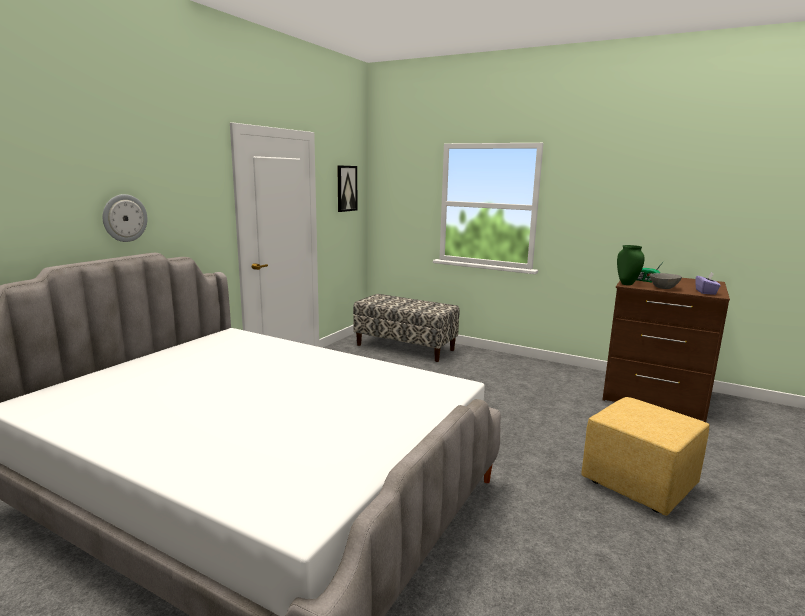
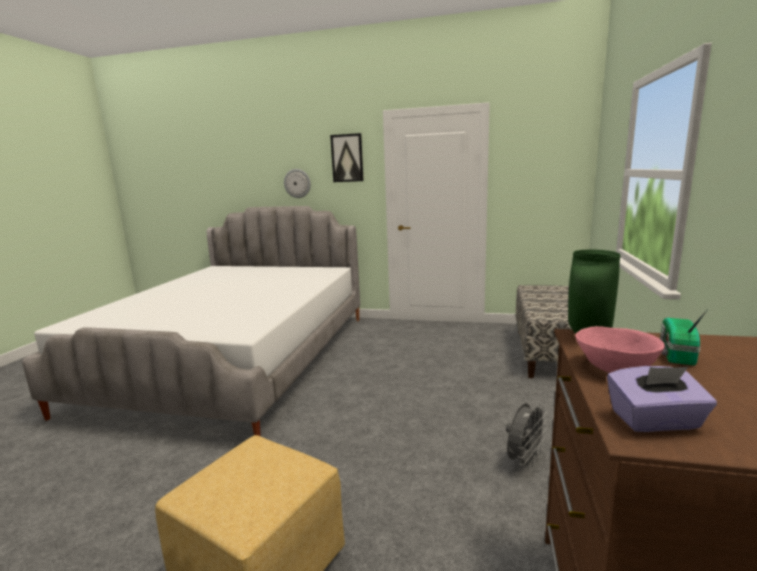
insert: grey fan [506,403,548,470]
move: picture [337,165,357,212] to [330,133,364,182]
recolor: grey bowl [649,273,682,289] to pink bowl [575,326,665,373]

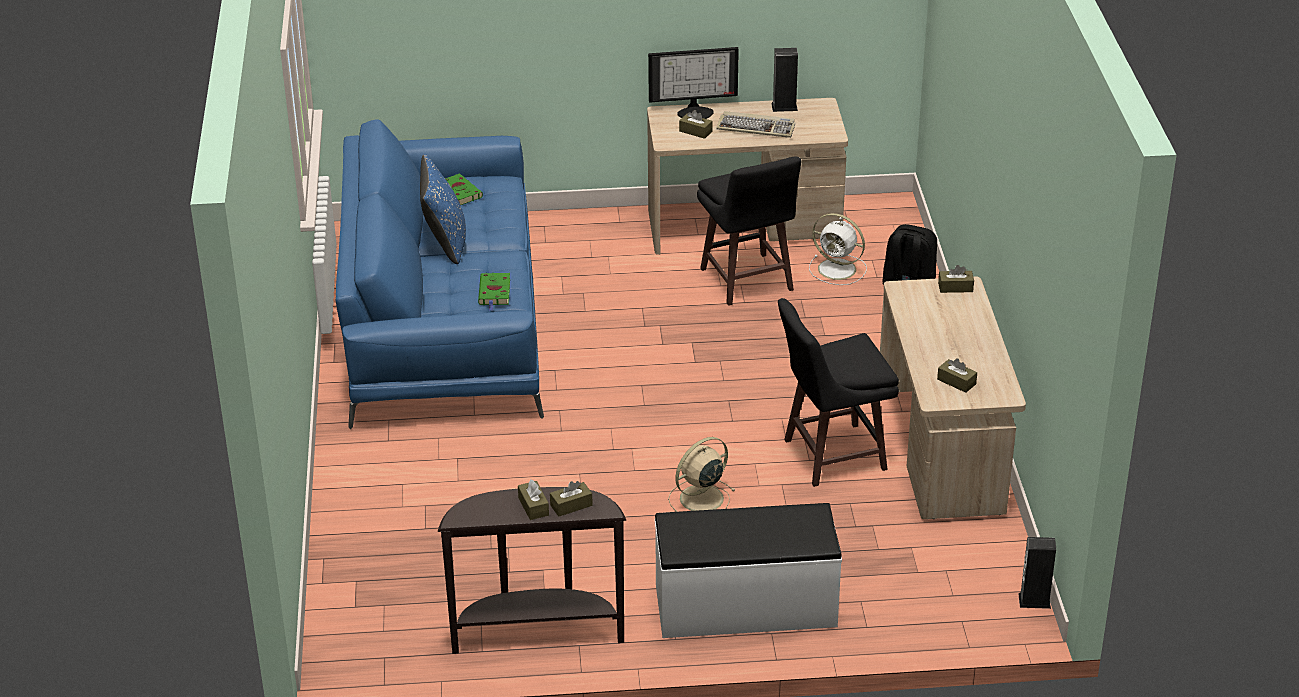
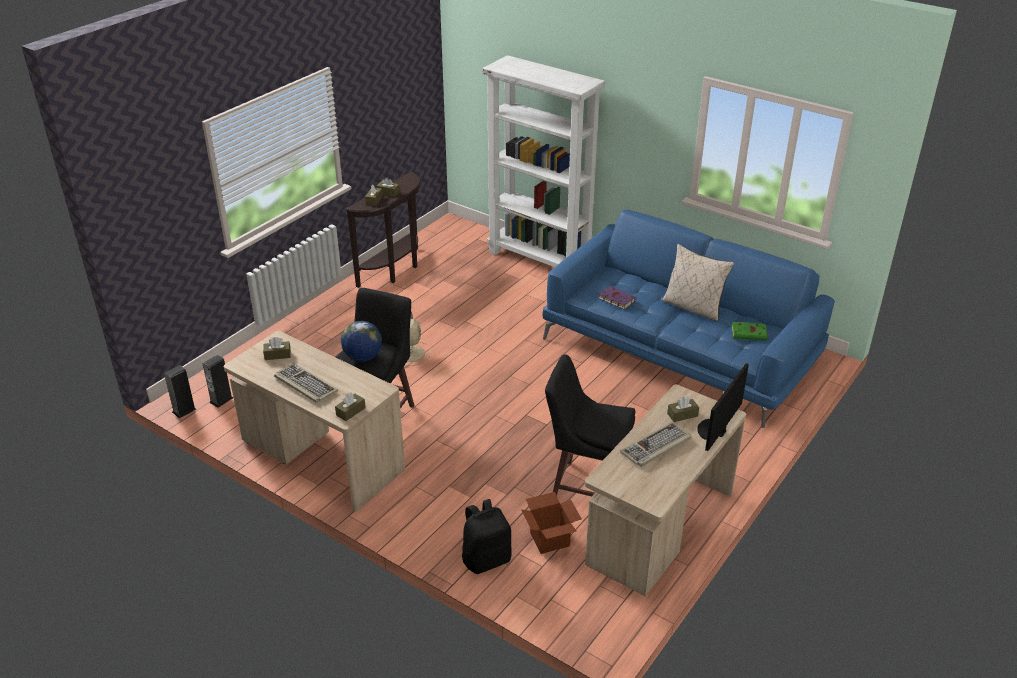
delete: white bench [655,503,842,638]
insert: keyboard [274,363,338,403]; globe [341,321,382,362]; white bookcase [482,55,605,267]
move: speaker [771,48,798,112] to [203,355,233,408]
replace: white fan [809,213,867,285] to cardboard box [521,492,582,554]
recolor: blue pillow [420,154,466,264] to beige pillow [663,244,734,321]; green book [478,273,510,311] to purple book [598,286,636,310]

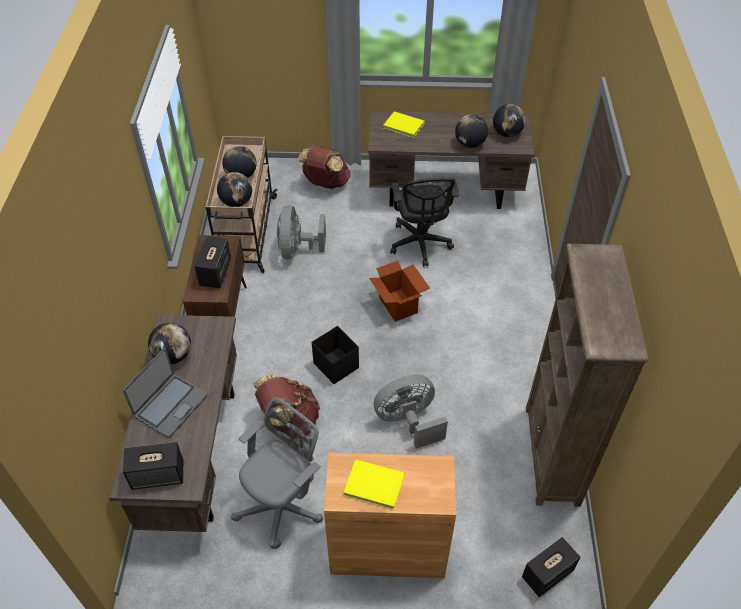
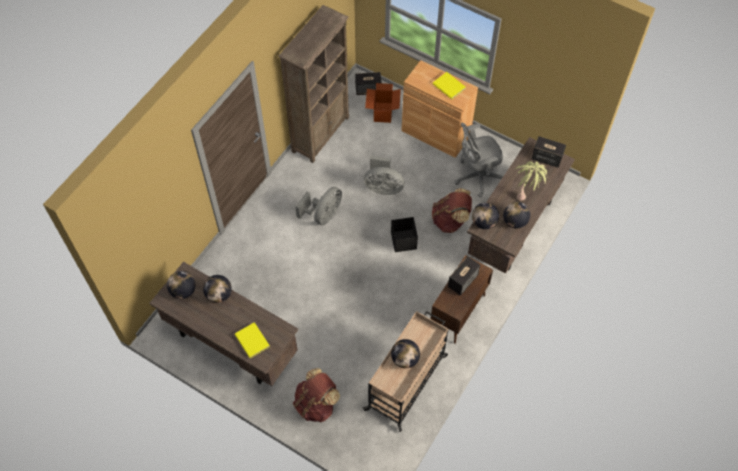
delete: black office chair [390,178,459,267]
move: globe [217,172,252,207] to [472,202,499,229]; grey fan [277,205,326,259] to [295,187,342,225]; cardboard box [369,261,430,322] to [365,83,401,123]
replace: laptop [123,348,208,438] to potted plant [515,161,548,201]

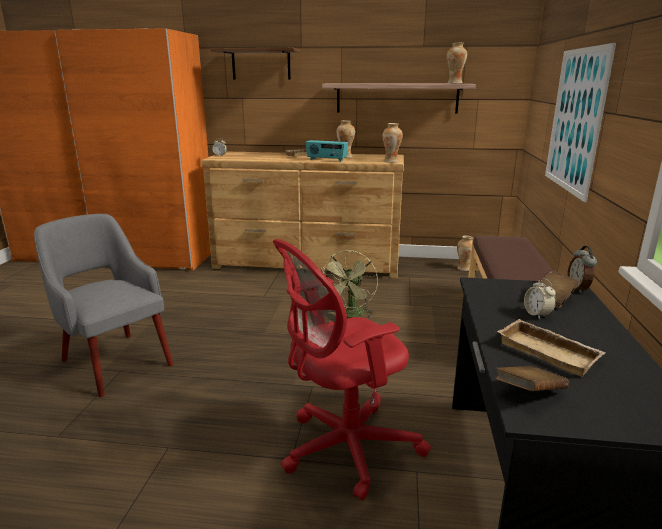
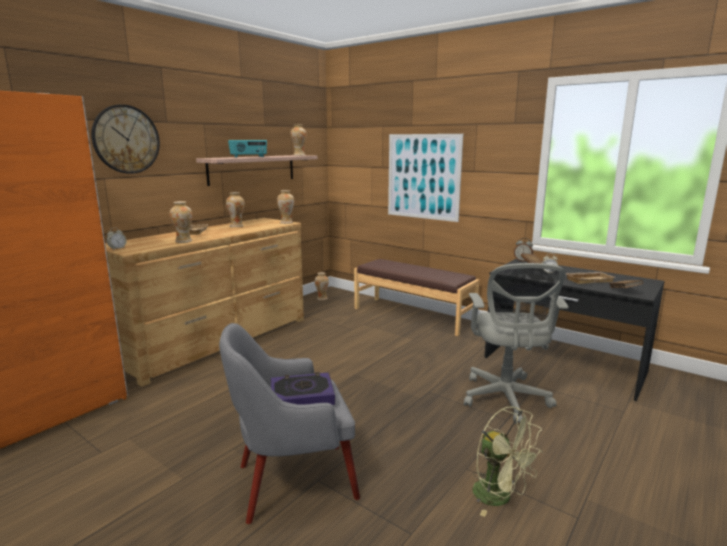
insert: vase [170,201,192,243]; book [271,372,335,405]
move: radio [306,140,348,162] to [228,140,267,158]; green fan [321,250,378,318] to [472,406,543,517]
replace: brown shelf [211,48,300,79] to wall clock [91,104,160,174]
recolor: red office chair [273,239,431,501] to grey office chair [464,263,568,424]

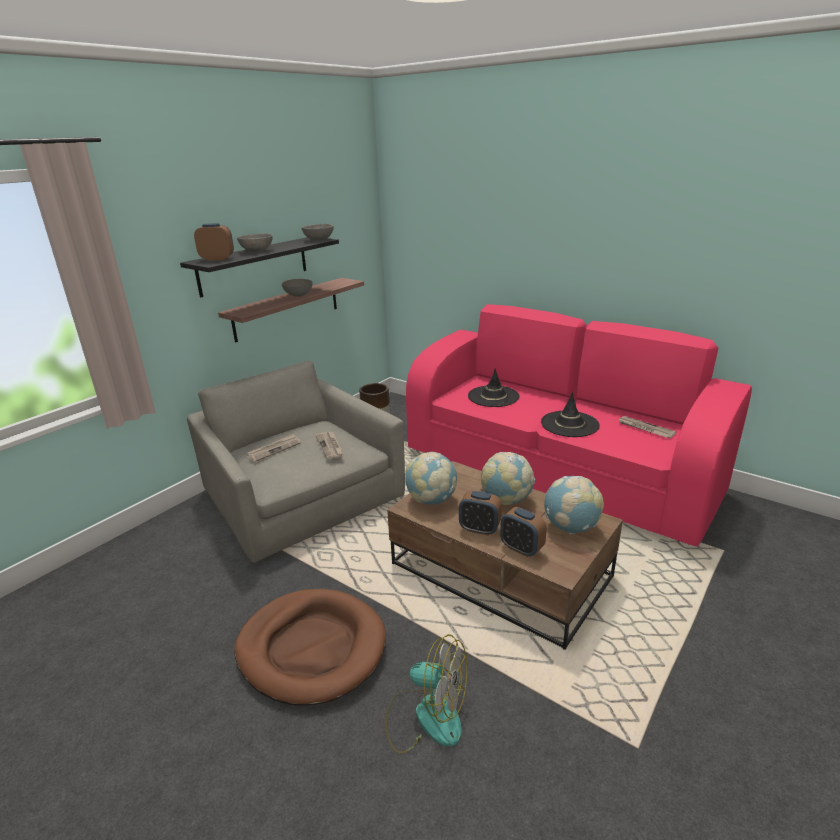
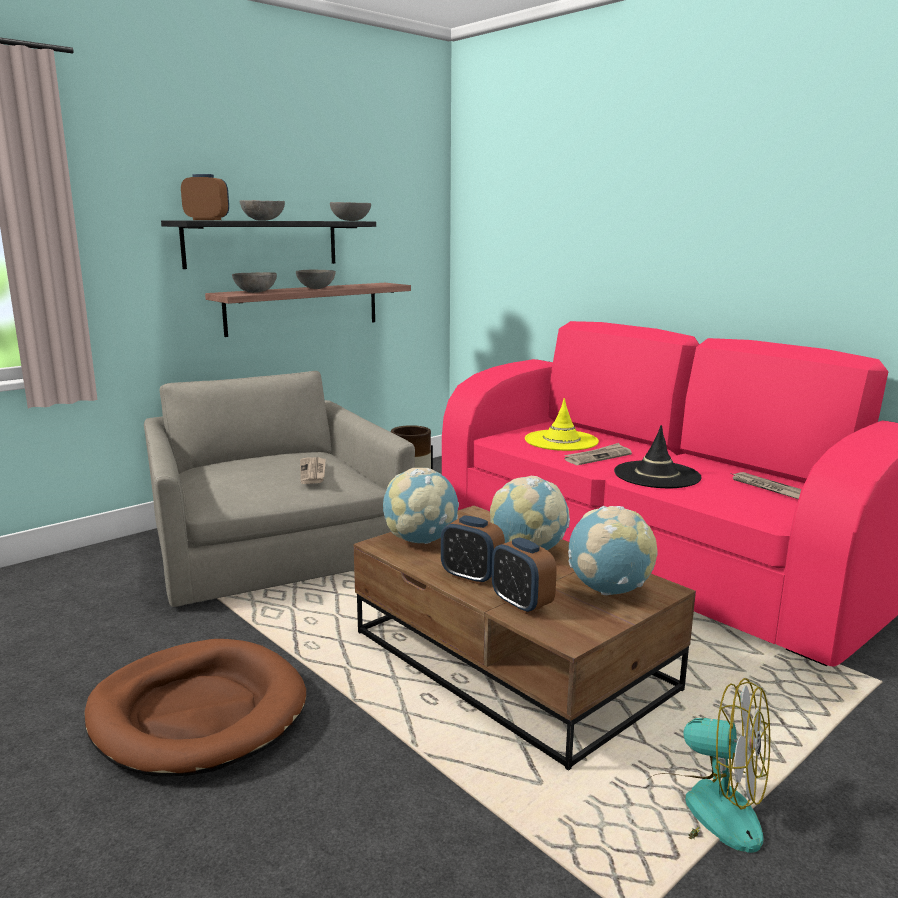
insert: grey bowl [232,272,277,293]
move: newspaper [247,433,301,462] to [564,443,632,465]; fan [385,634,467,754] to [653,678,770,853]
recolor: black hat [468,368,520,407] to yellow hat [525,398,599,451]

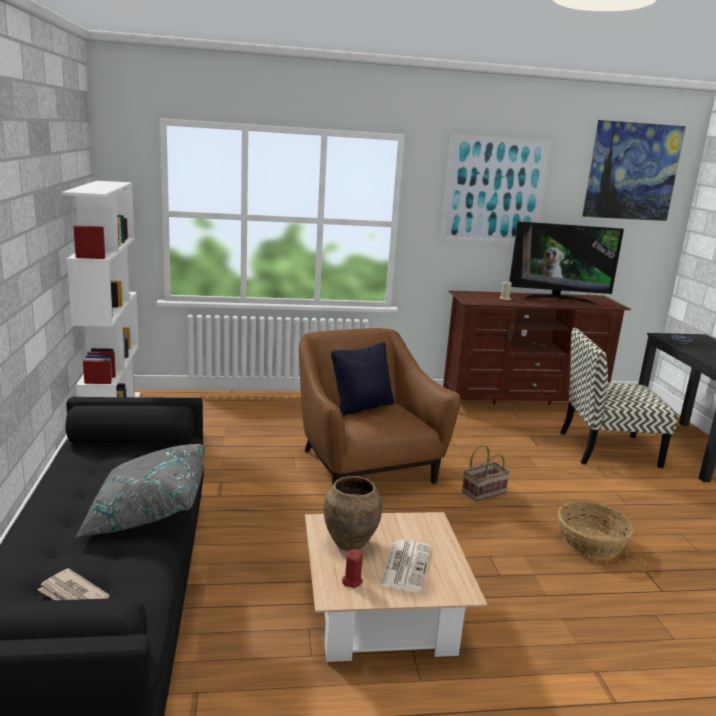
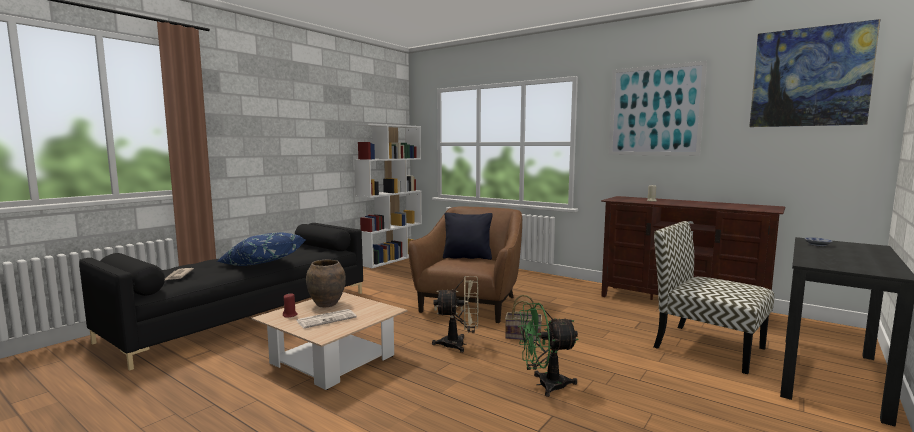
delete: television [509,221,624,304]
insert: beige fan [432,276,479,353]
replace: basket [558,501,634,558] to green fan [518,303,579,397]
recolor: grey pillow [75,444,206,537] to blue pillow [217,232,306,266]

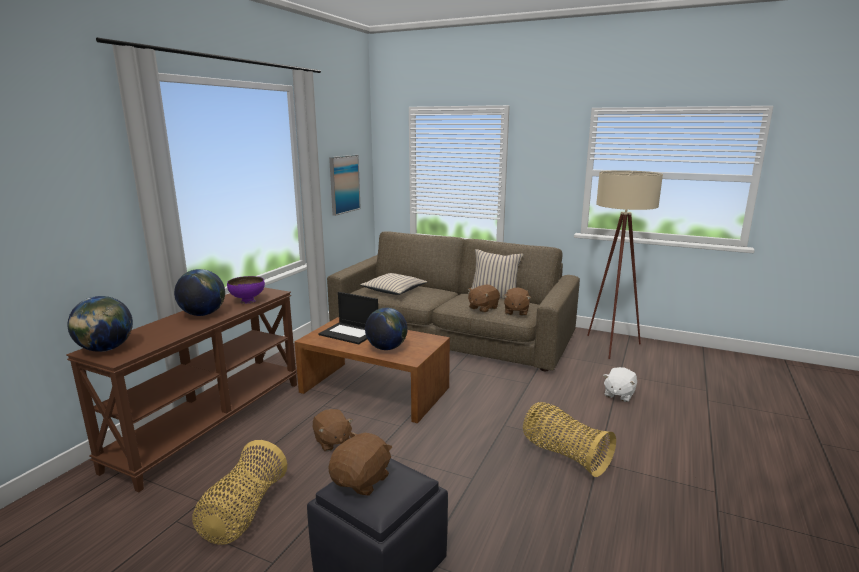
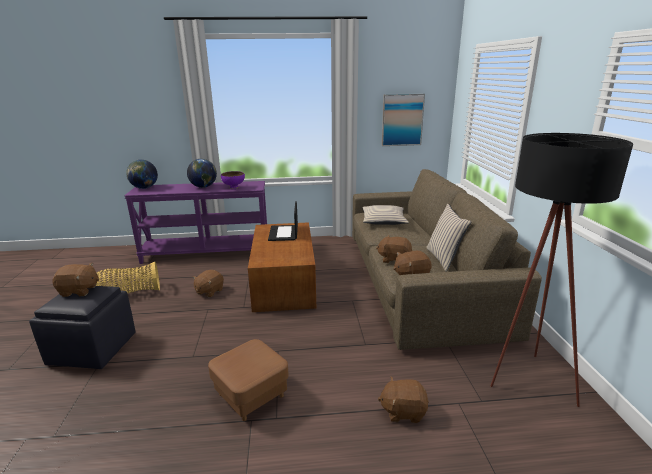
delete: globe [365,308,408,350]
replace: basket [523,402,616,477] to brown ottoman [208,339,289,421]
recolor: brown console table [66,287,297,492] to purple console table [124,181,267,264]; beige floor lamp [587,170,663,359] to black floor lamp [490,133,633,407]; white plush toy [603,367,637,402] to brown plush toy [378,376,429,423]

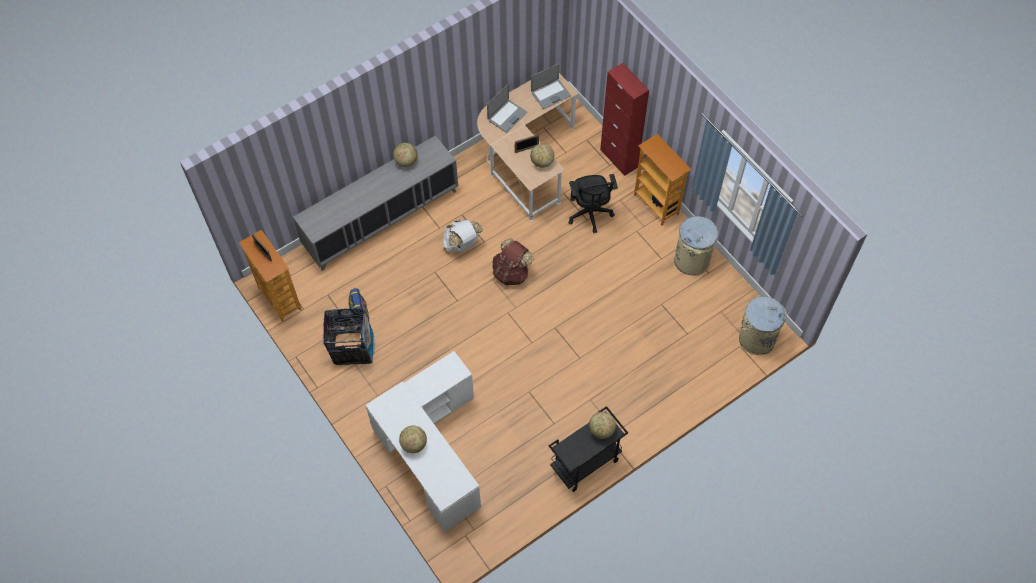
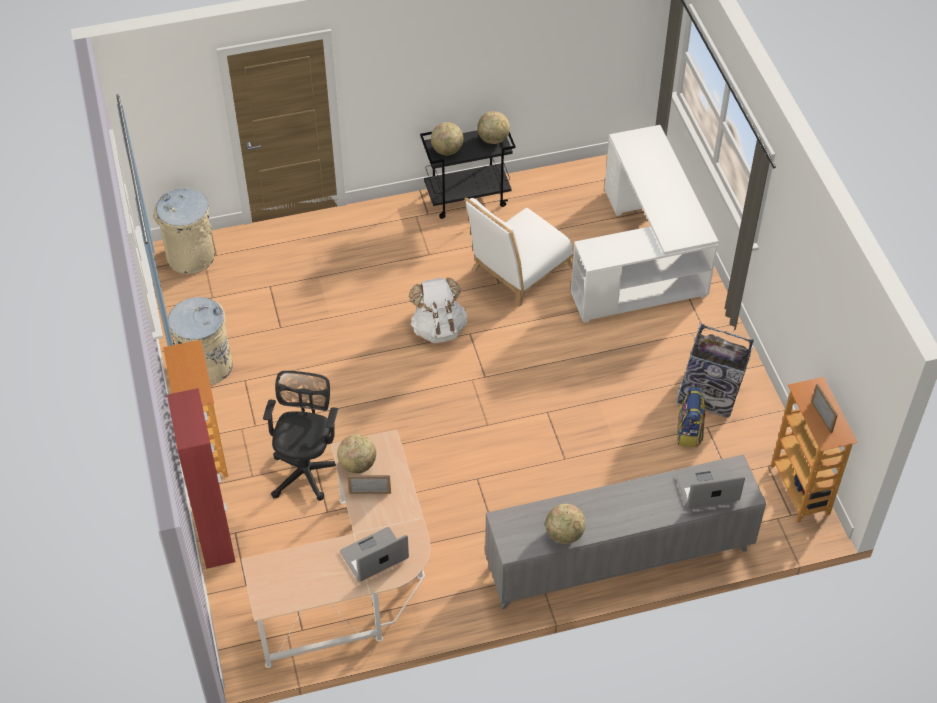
delete: brown backpack [492,238,534,286]
insert: white chair [464,197,573,307]
move: globe [399,426,427,453] to [477,111,510,144]; white backpack [442,219,483,252] to [409,278,467,343]; laptop [531,64,571,109] to [677,467,745,508]

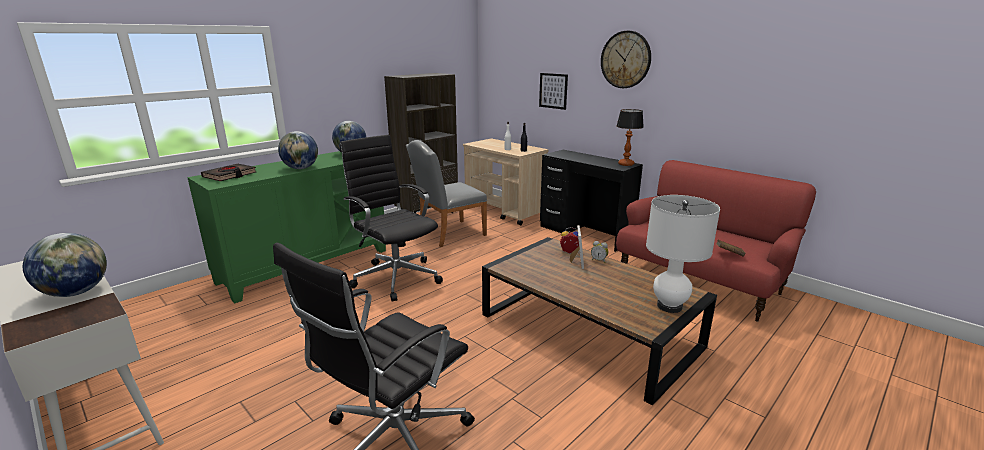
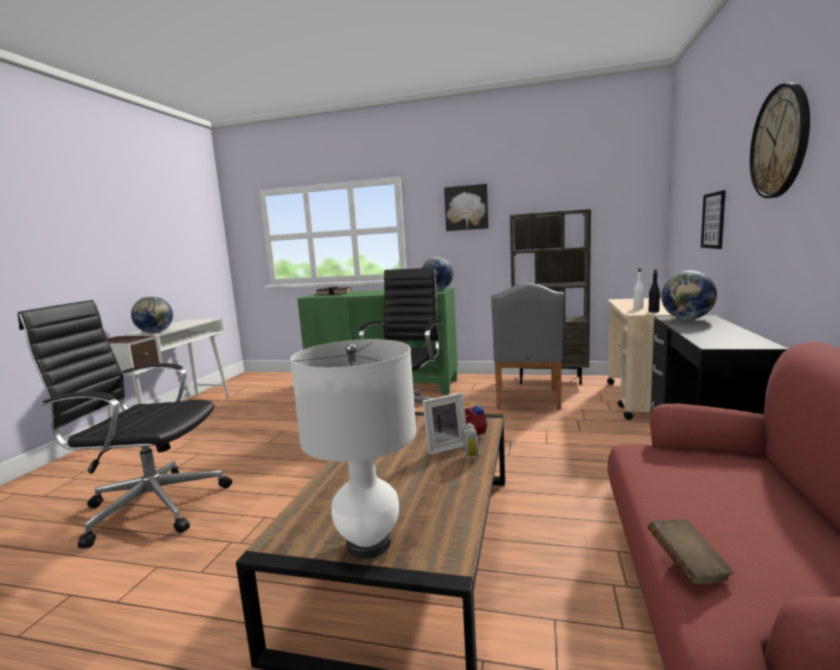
delete: table lamp [616,109,644,166]
insert: picture [444,184,489,231]
move: globe [278,131,318,169] to [661,271,717,320]
rotate: grey chair [406,140,487,247] = [491,283,564,410] 105 degrees counterclockwise

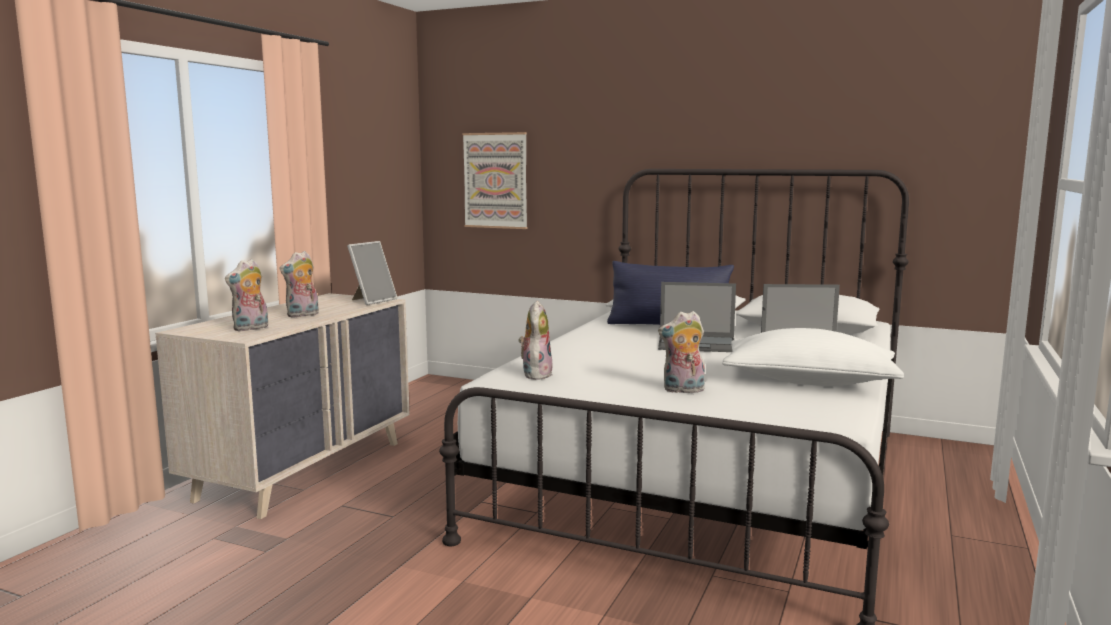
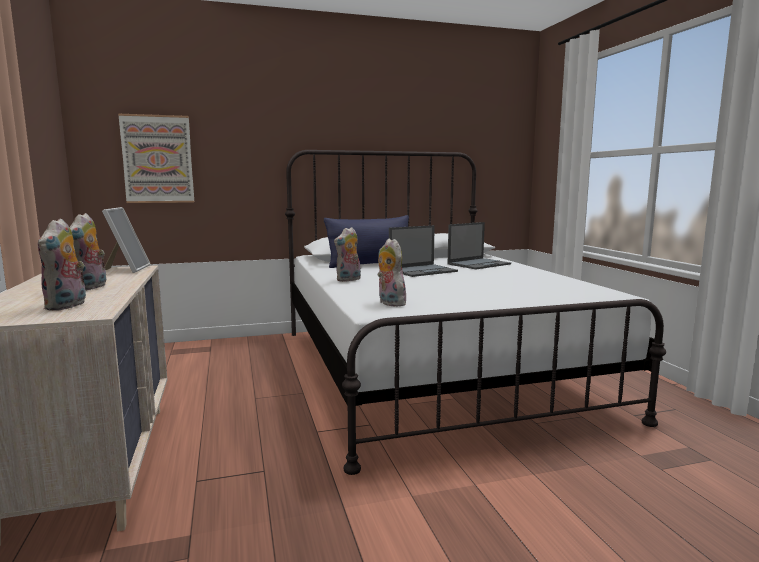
delete: white pillow [722,328,904,386]
move: plush toy [658,311,705,393] to [334,227,361,282]

